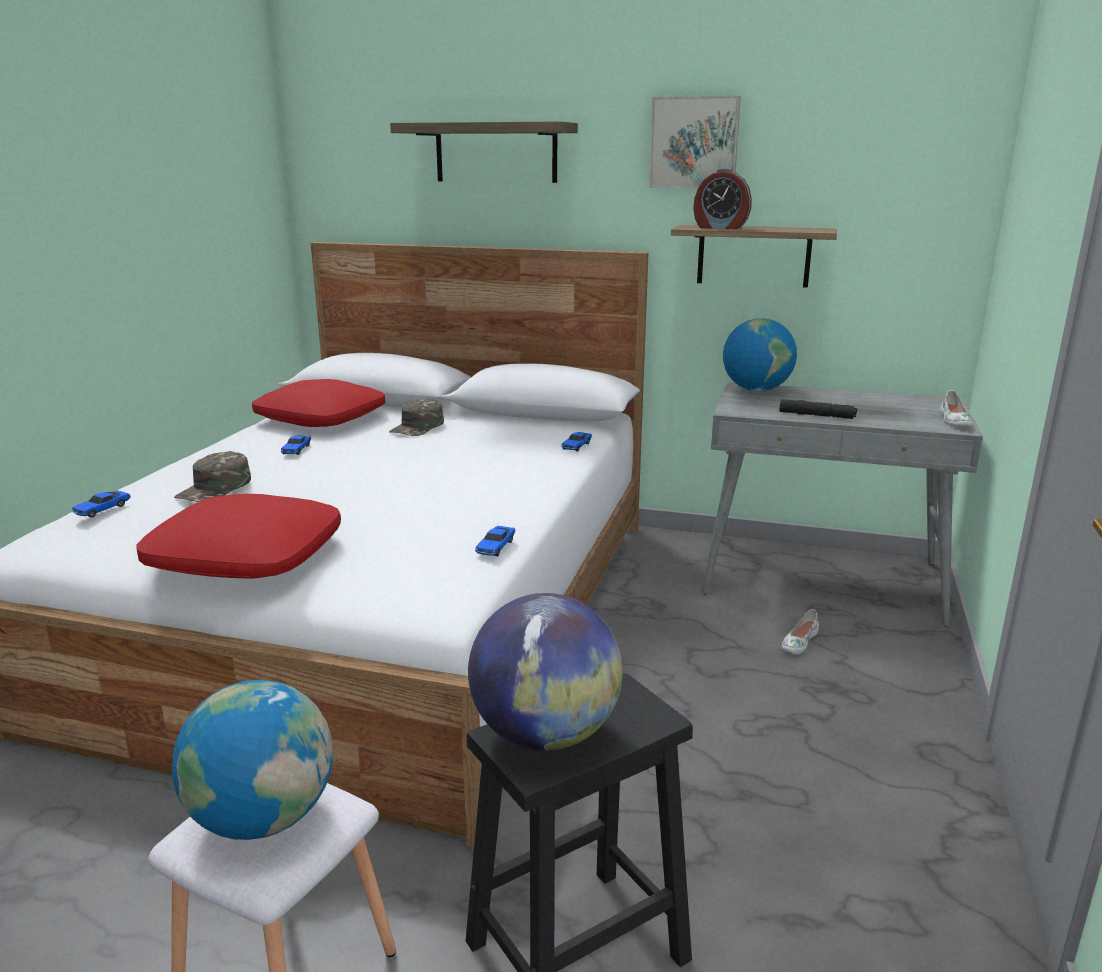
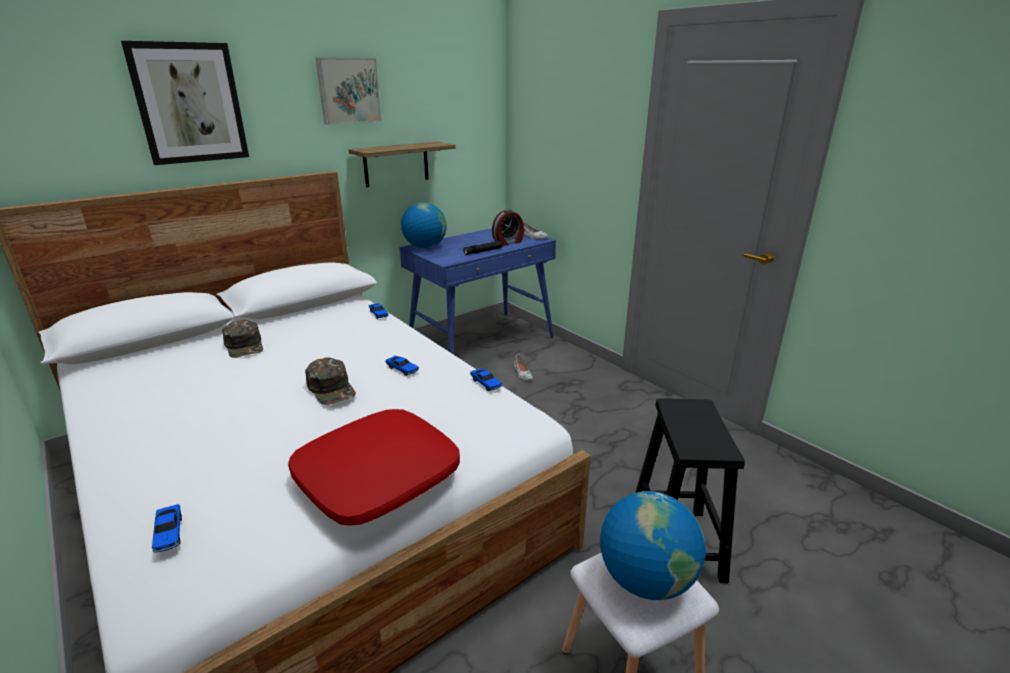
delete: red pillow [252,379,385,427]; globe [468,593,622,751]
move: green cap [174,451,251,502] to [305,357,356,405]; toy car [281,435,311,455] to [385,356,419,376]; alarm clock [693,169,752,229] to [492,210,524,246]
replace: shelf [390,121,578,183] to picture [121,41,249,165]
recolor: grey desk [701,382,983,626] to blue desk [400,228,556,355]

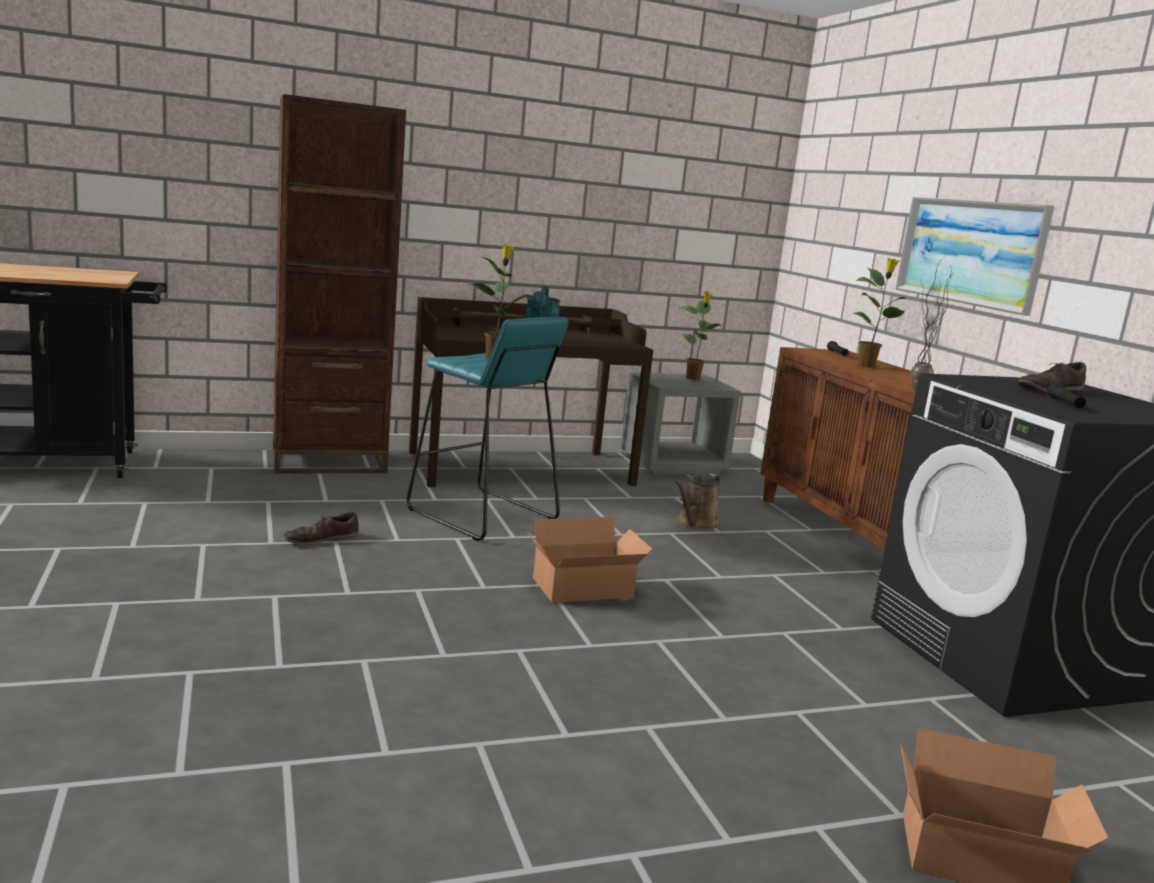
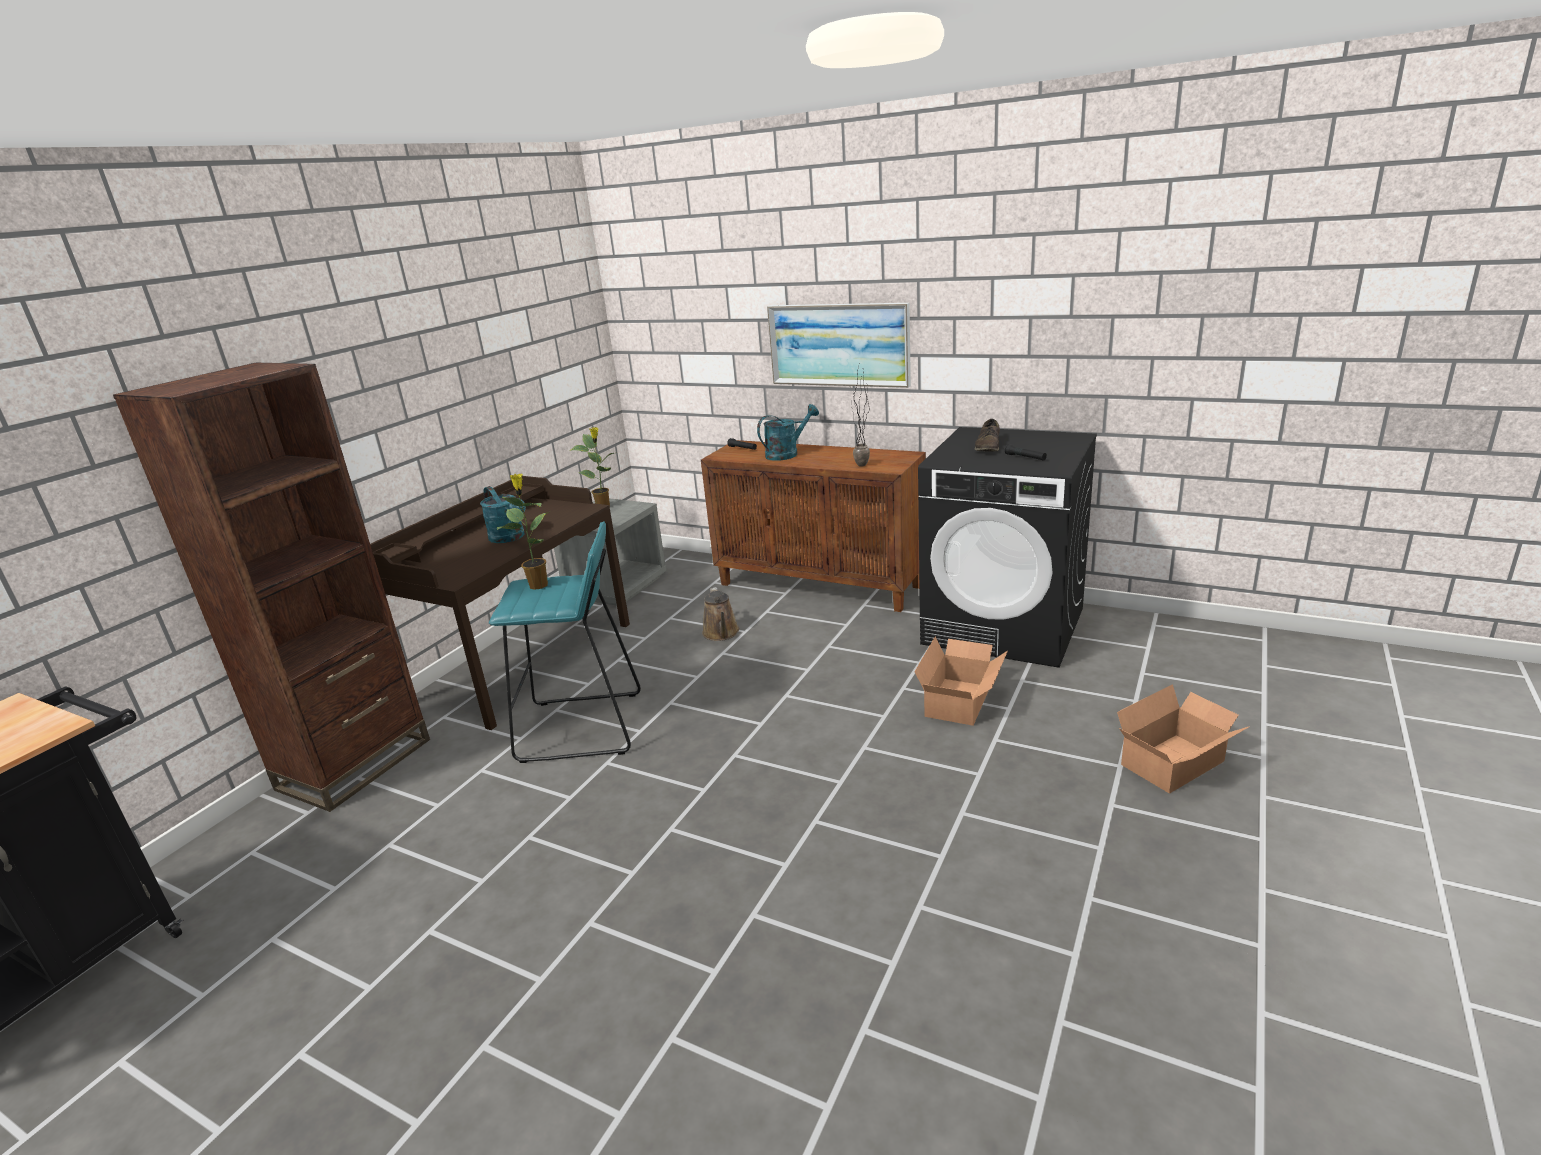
delete: brown shoe [283,512,359,546]
move: cardboard box [527,517,652,603] to [914,636,1008,726]
replace: potted plant [853,258,907,368] to turquoise watering can [757,404,819,461]

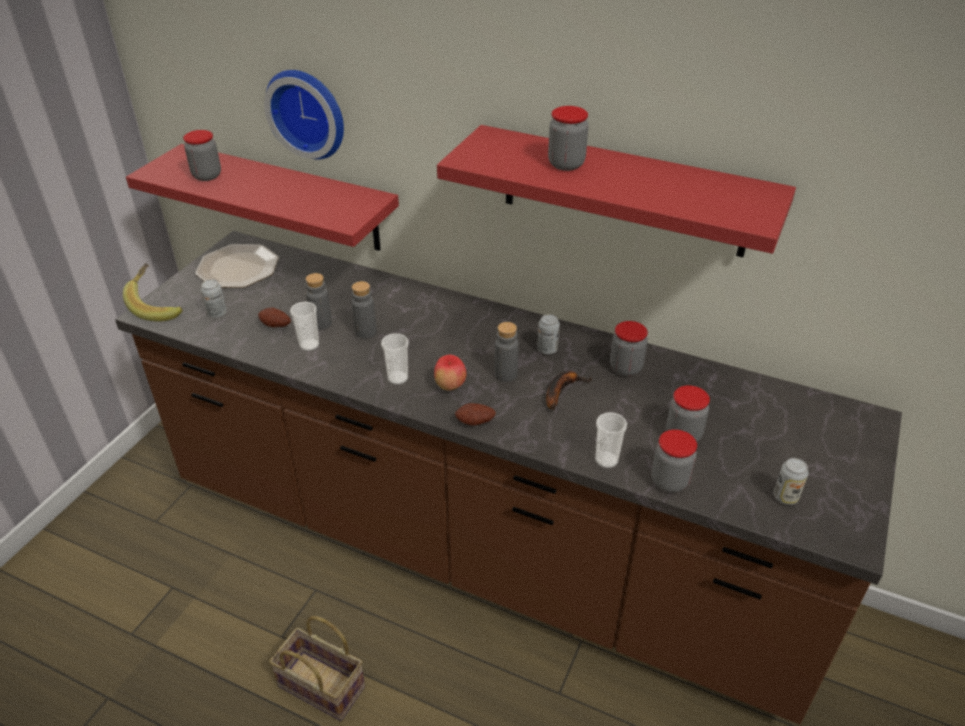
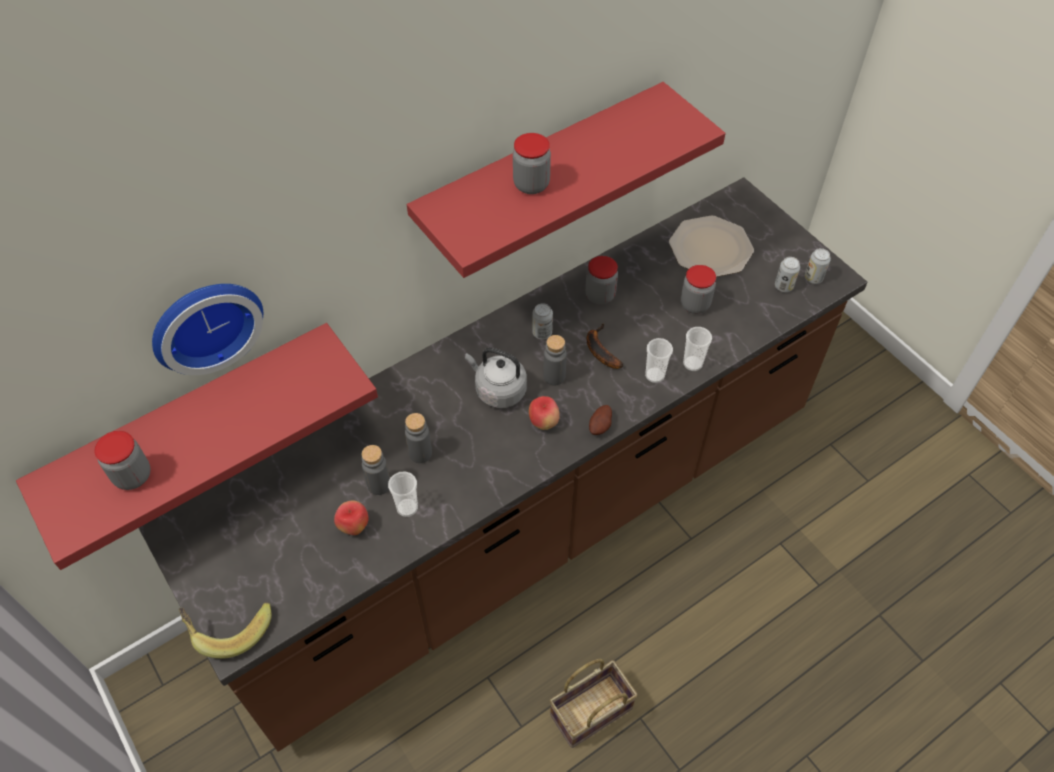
delete: jar [652,429,697,492]
insert: grey kettle [465,348,527,408]
move: plate [195,244,279,288] to [669,215,754,277]; can [201,279,227,318] to [804,248,831,284]; cup [381,333,409,385] to [645,338,673,383]
replace: potato [258,307,291,327] to apple [334,501,369,535]

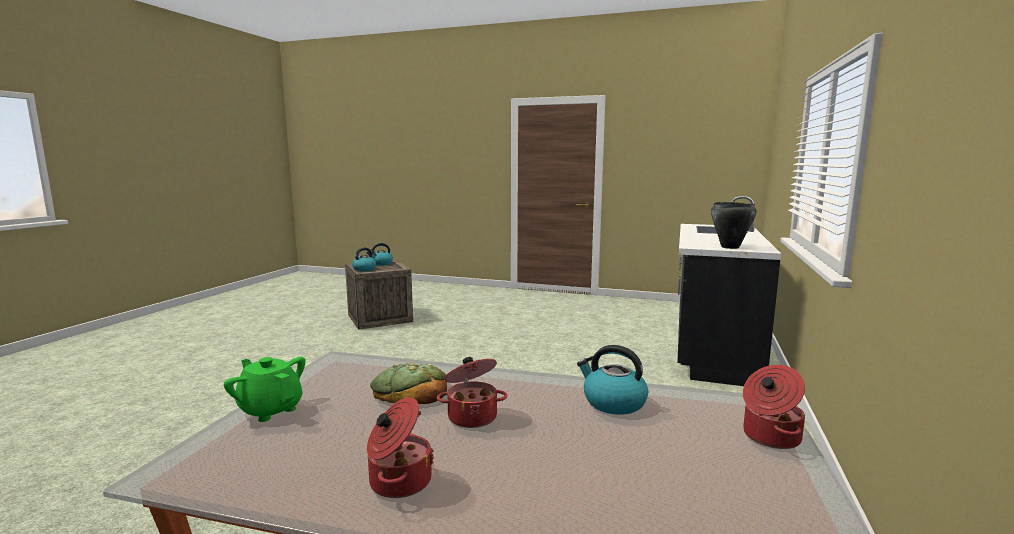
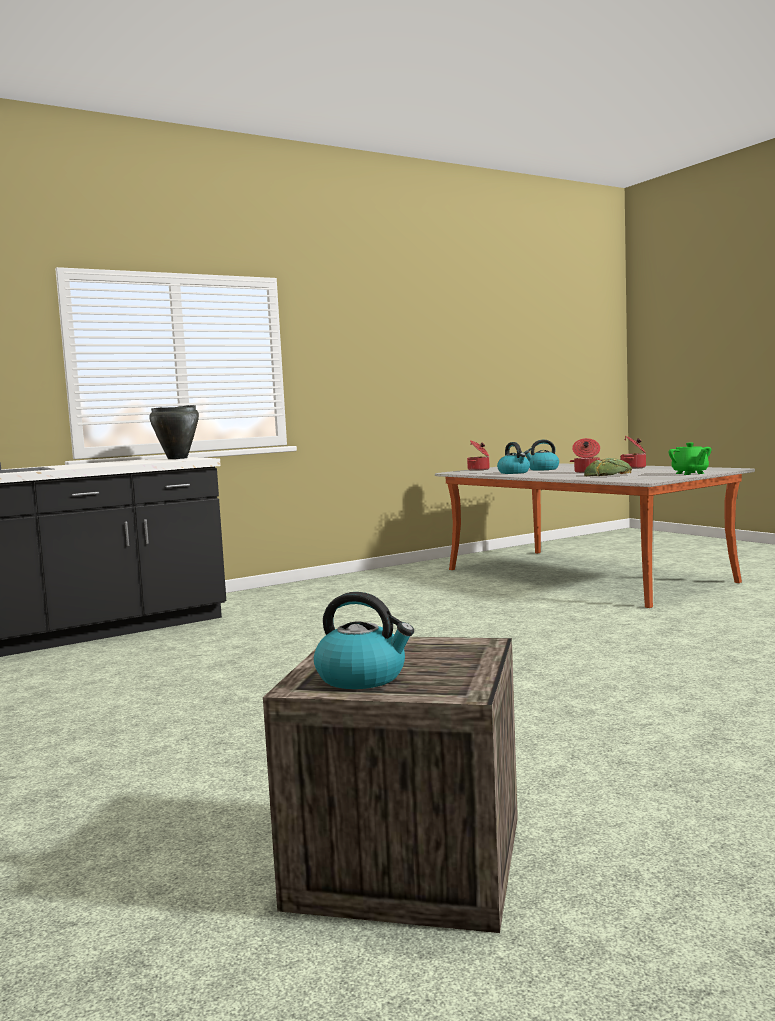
move: kettle [352,247,377,271] to [524,440,559,470]

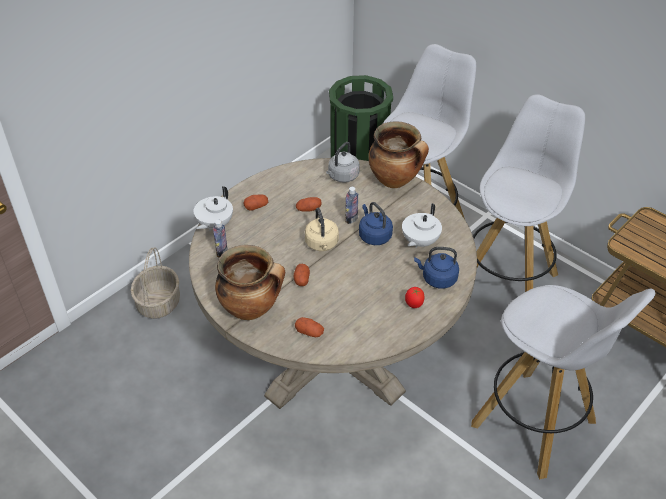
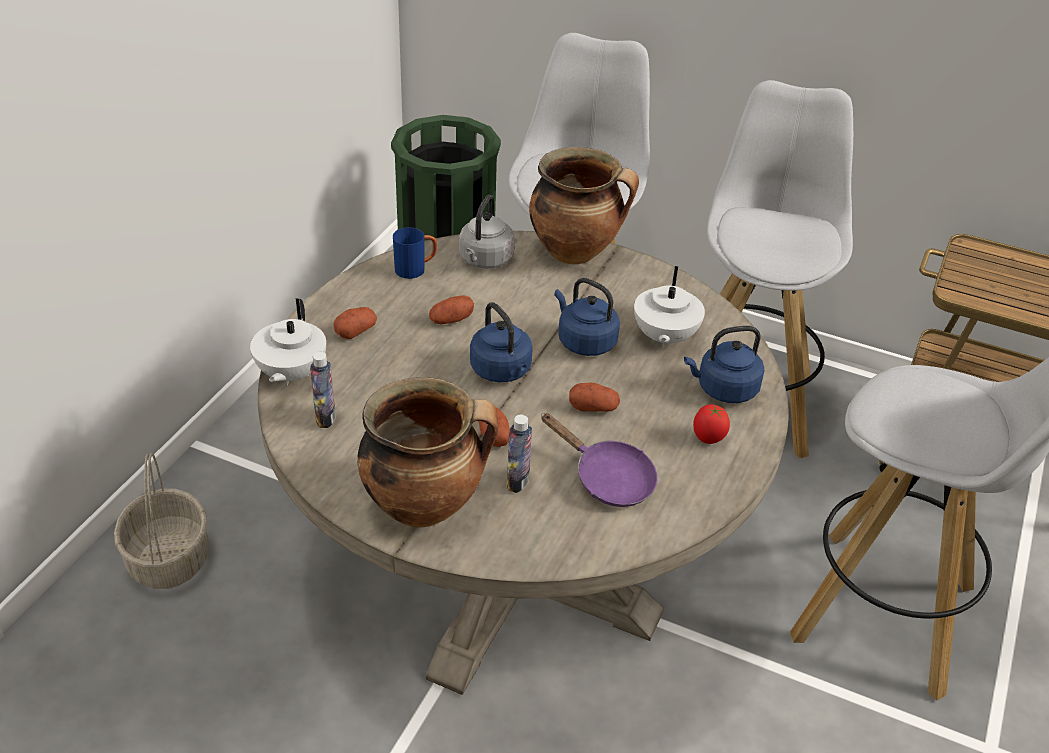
insert: blue mug [393,227,437,279]; purple frying pan [541,413,657,507]
move: potato [295,317,324,337] to [569,383,620,412]; bottle [345,187,358,224] to [507,415,532,493]
recolor: beige kettle [305,208,339,251] to blue kettle [470,302,532,382]

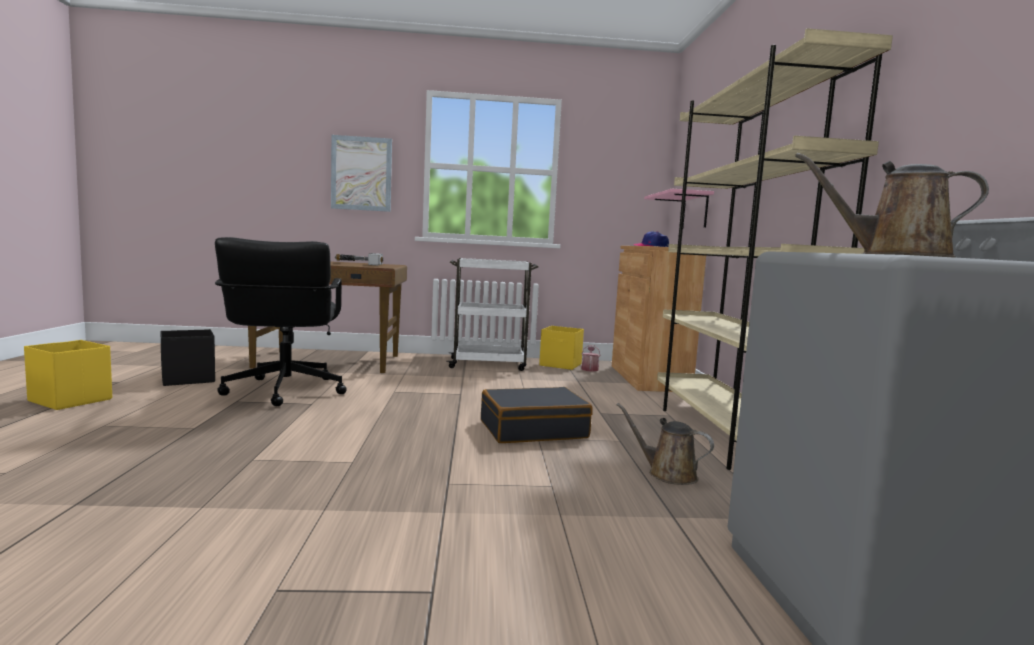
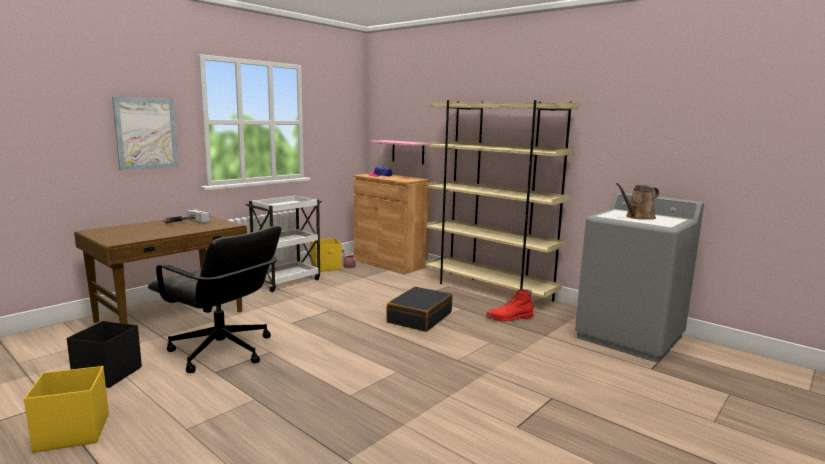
replace: brown watering can [616,403,714,485] to red boot [486,289,533,321]

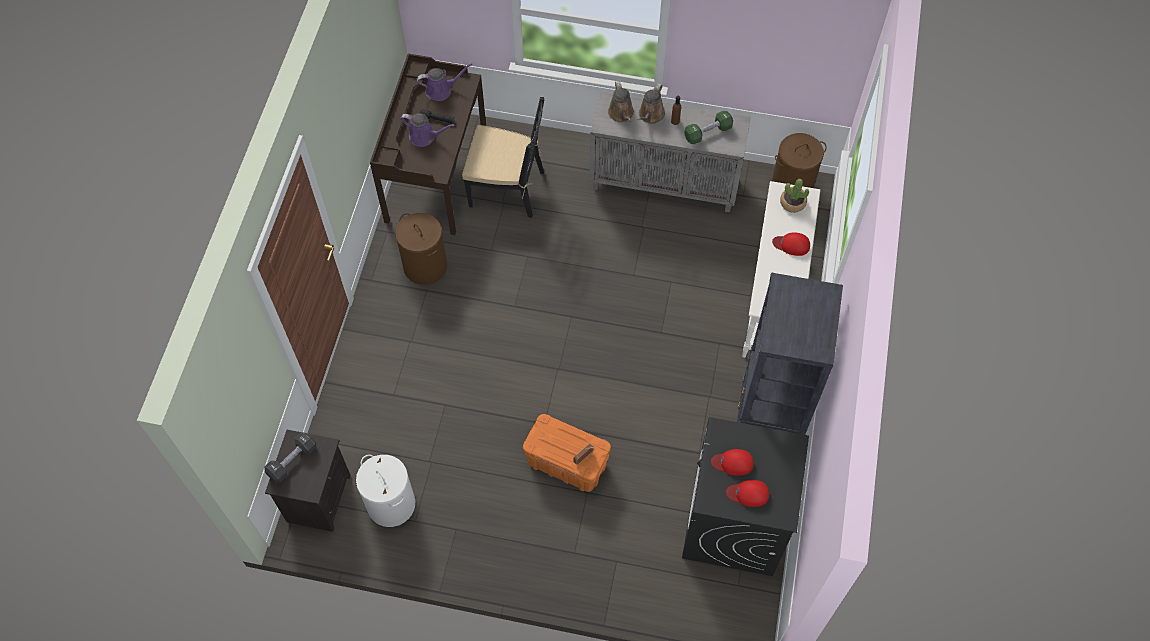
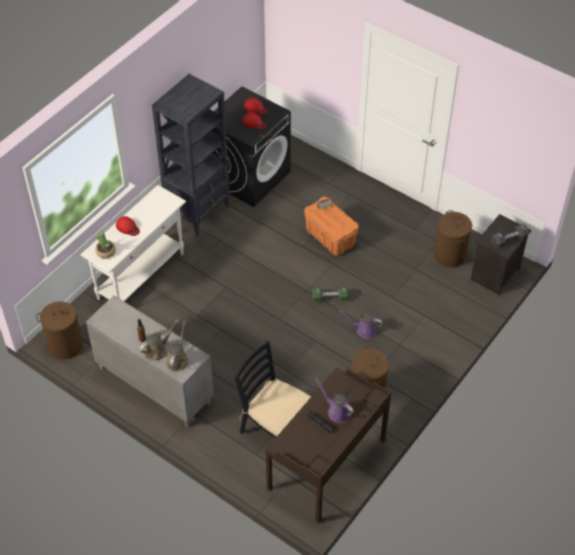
move: purple watering can [417,63,472,101] to [339,311,383,339]; green dumbbell [684,111,733,144] to [312,287,349,302]
recolor: white laundry basket [356,455,415,527] to brown laundry basket [434,210,472,268]

